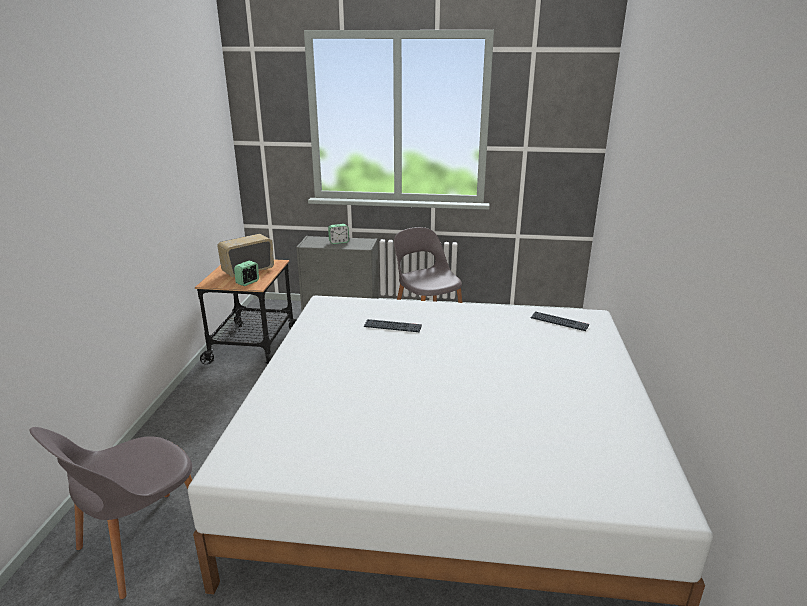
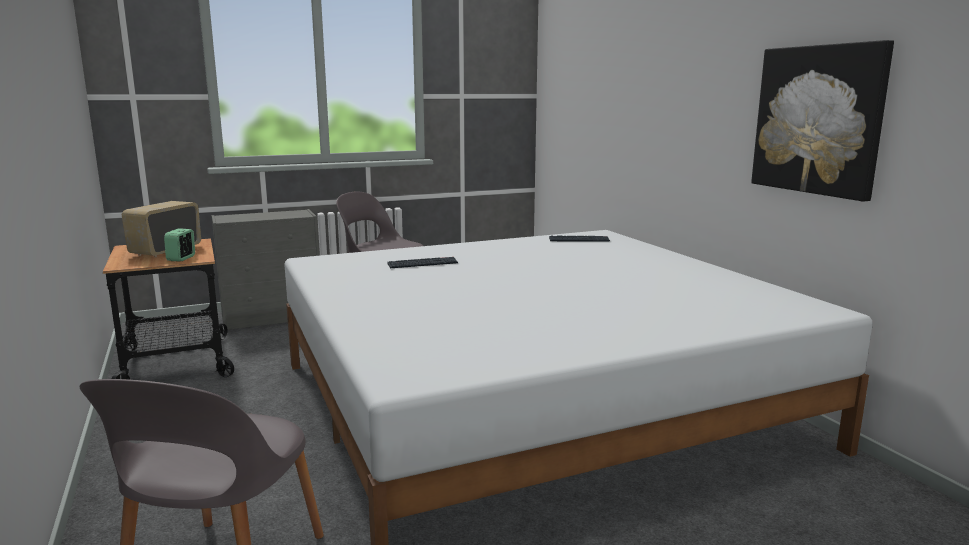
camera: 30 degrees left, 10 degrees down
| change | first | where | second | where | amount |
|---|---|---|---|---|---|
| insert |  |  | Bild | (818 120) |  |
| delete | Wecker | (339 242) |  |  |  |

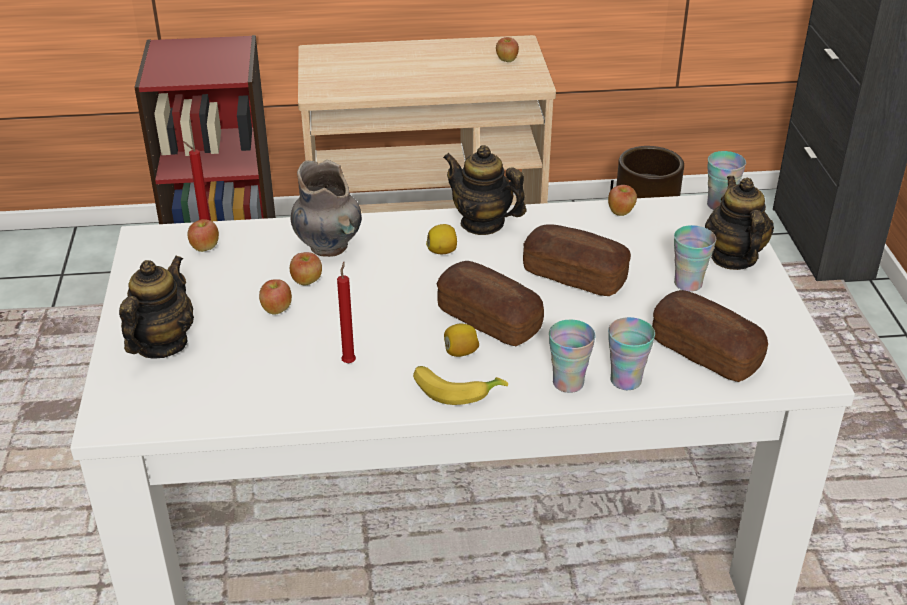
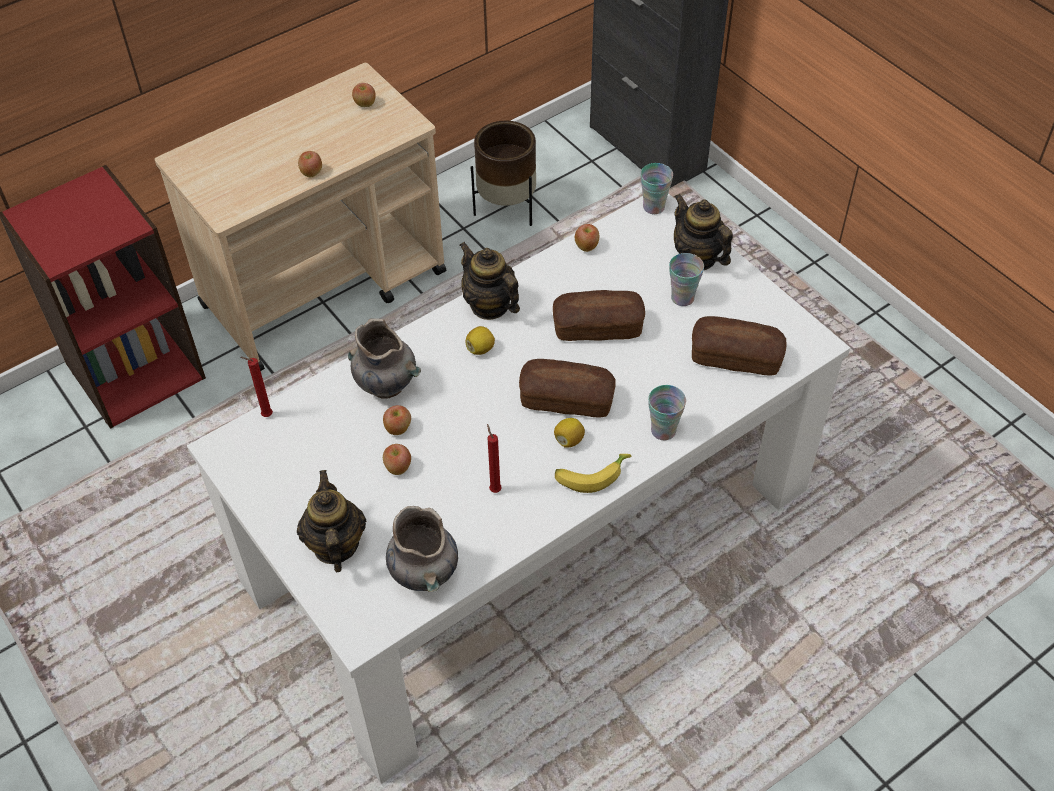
camera: 30 degrees left, 15 degrees up
| change | first | where | second | where | amount |
|---|---|---|---|---|---|
| move | Apfel | (205 248) |  | (311 173) |  |
| insert |  |  | Vase (grau) | (425 576) |  |
| rotate | Teekanne | (482 223) |  | (490 305) | 45 degrees clockwise |
| delete | Tasse | (626 380) |  |  |  |

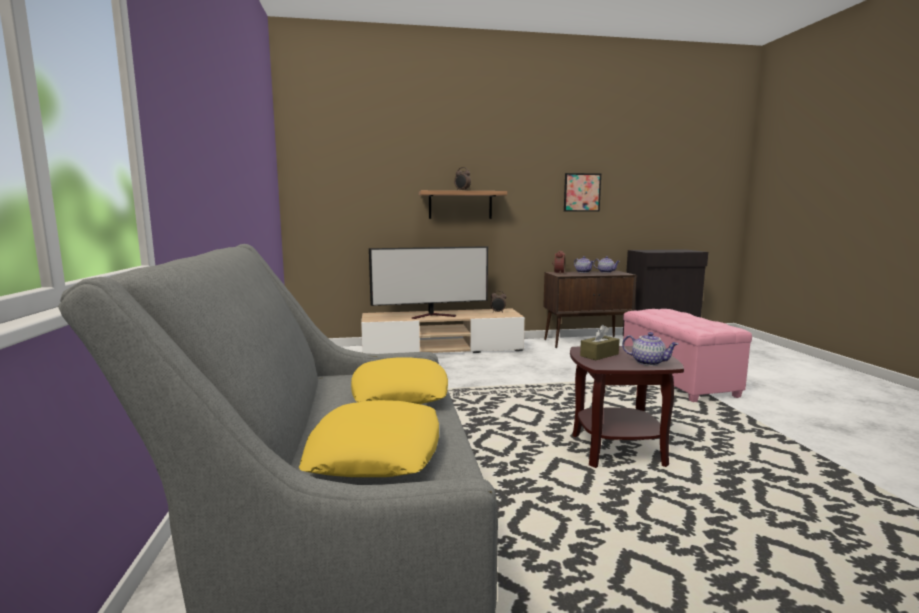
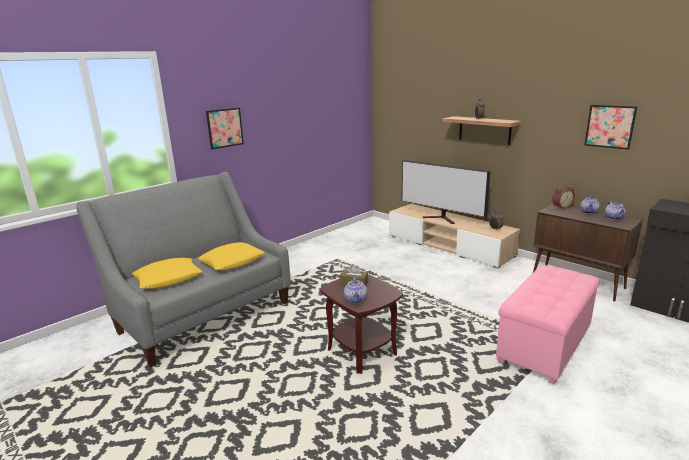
camera: 55 degrees right, 10 degrees up
| change | first | where | second | where | amount |
|---|---|---|---|---|---|
| insert |  |  | Bild | (225 128) |  |

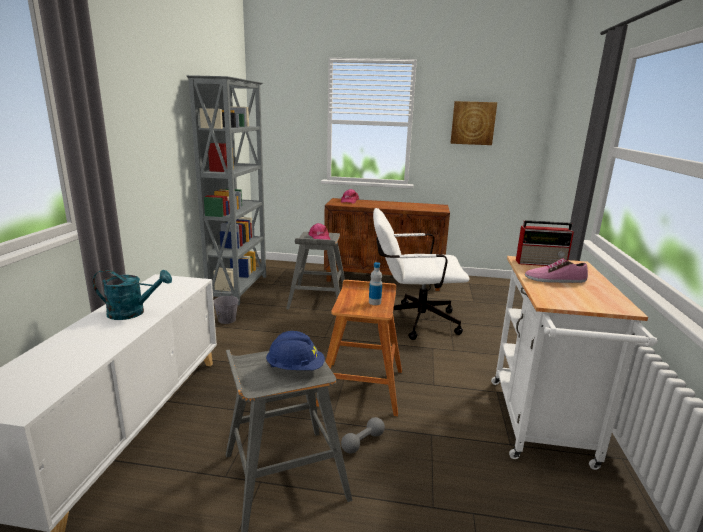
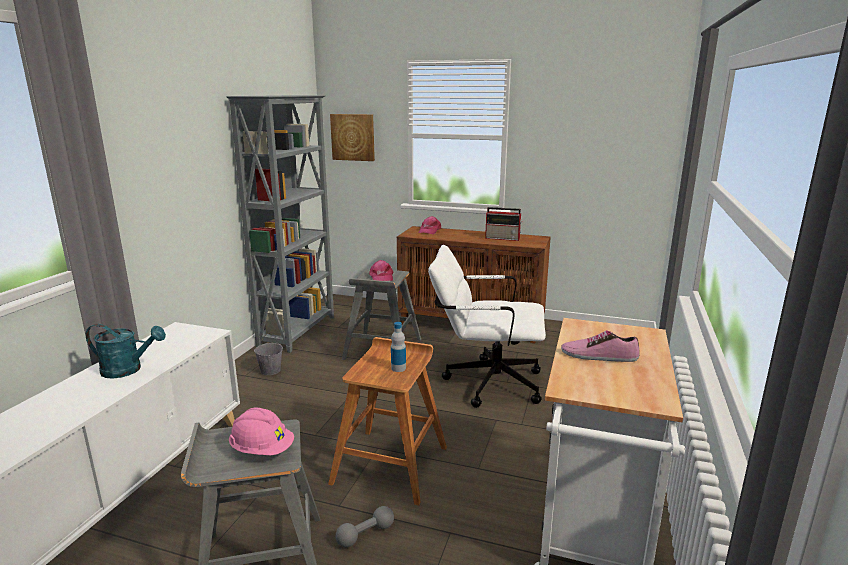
camera: 10 degrees right, 0 degrees up
| change | first | where | second | where | amount |
|---|---|---|---|---|---|
| recolor | Schutzhelm (blau) | (295 368) | Schutzhelm (rosa) | (262 450) |  |
| move | Bild | (473 123) |  | (353 137) |  |
| move | Radio | (541 263) |  | (503 238) |  |

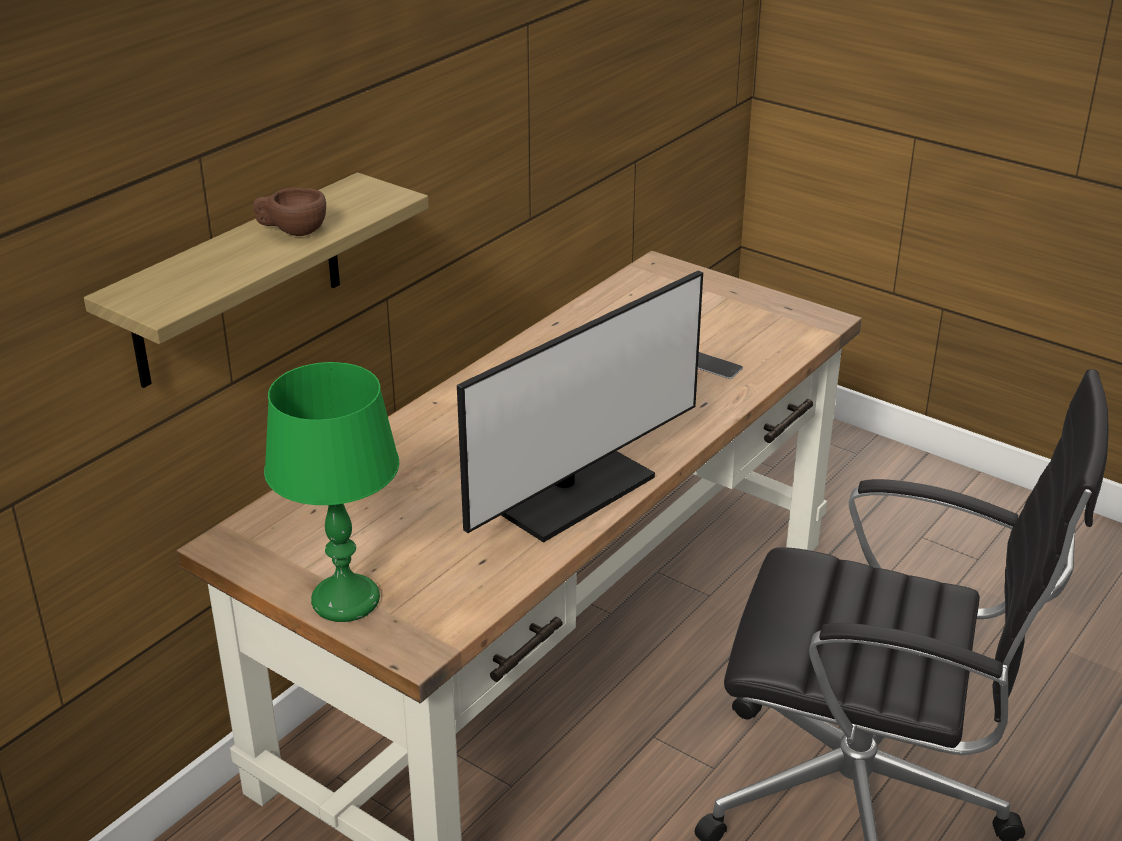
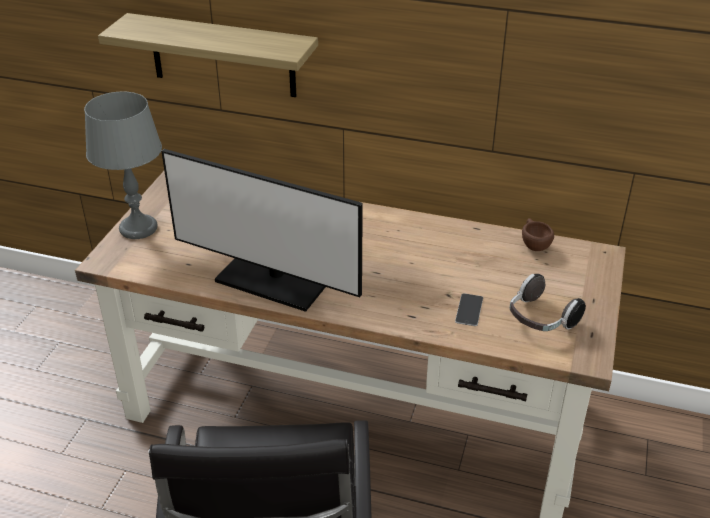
camera: 70 degrees right, 5 degrees up
| change | first | where | second | where | amount |
|---|---|---|---|---|---|
| recolor | Tischlampe (grün) | (345 600) | Tischlampe (grau) | (138 228) |  |
| insert |  |  | Kopfhörer | (540 319) |  |
| move | Tasse (braun) | (292 231) |  | (533 244) |  |

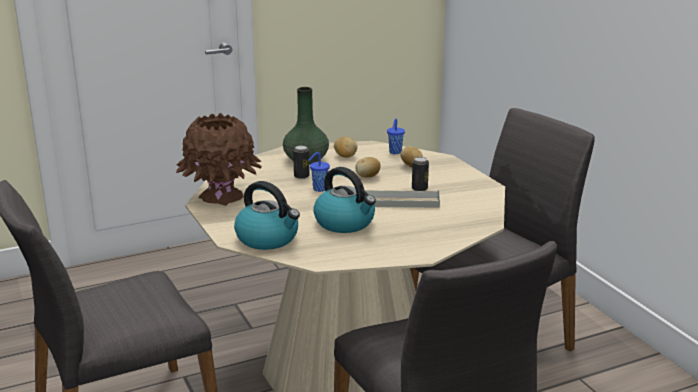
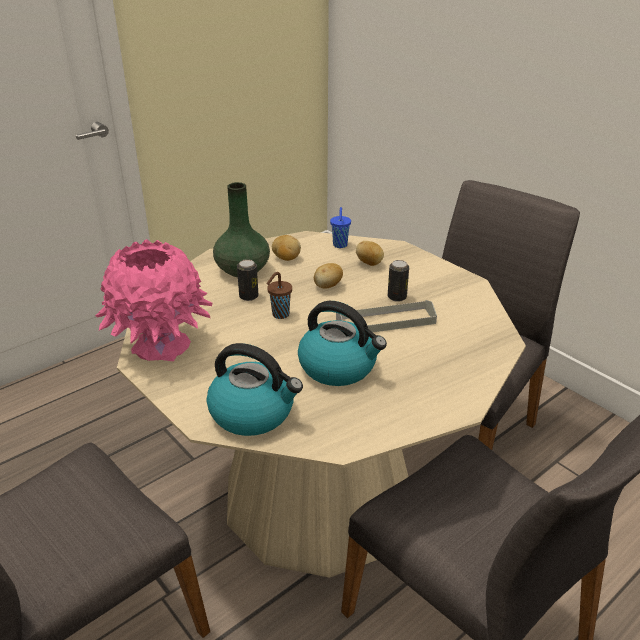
camera: 15 degrees left, 10 degrees up
| change | first | where | second | where | amount |
|---|---|---|---|---|---|
| recolor | Vase (braun) | (221 197) | Vase (rosa) | (161 346) |  |
| recolor | Tasse (blau) | (319 189) | Tasse (braun) | (279 315) |  |

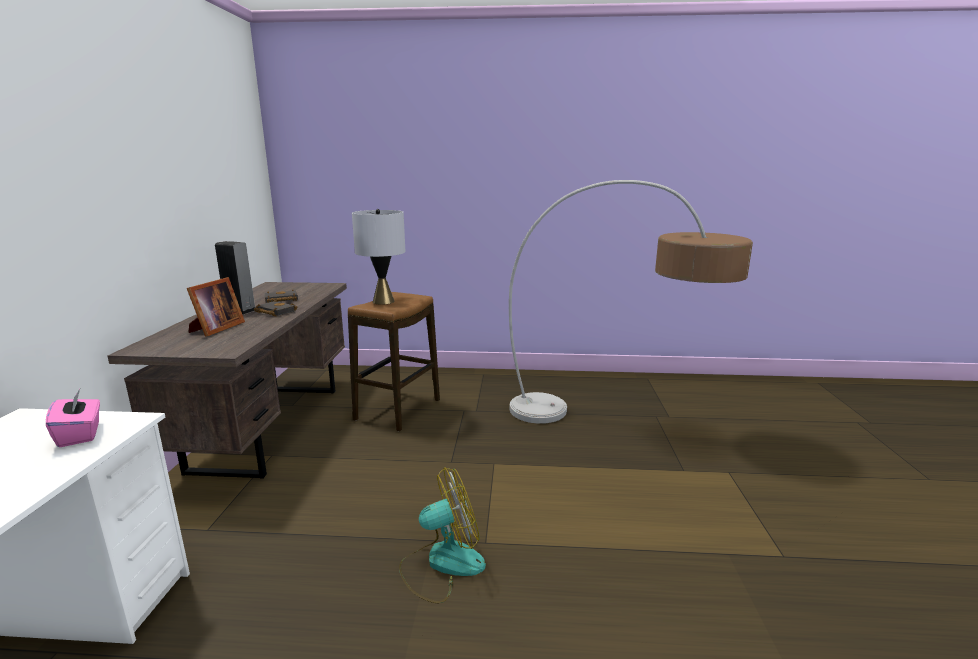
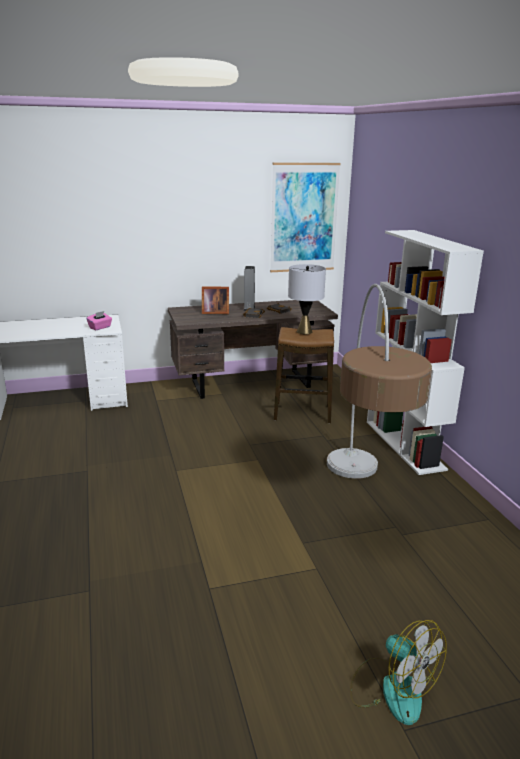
camera: 70 degrees right, 5 degrees up
| change | first | where | second | where | amount |
|---|---|---|---|---|---|
| insert |  |  | Bild | (304 218) |  |
| move | Ventilator | (442 564) |  | (392 688) |  |
| insert |  |  | Bücherregal (weiß) | (405 444) |  |

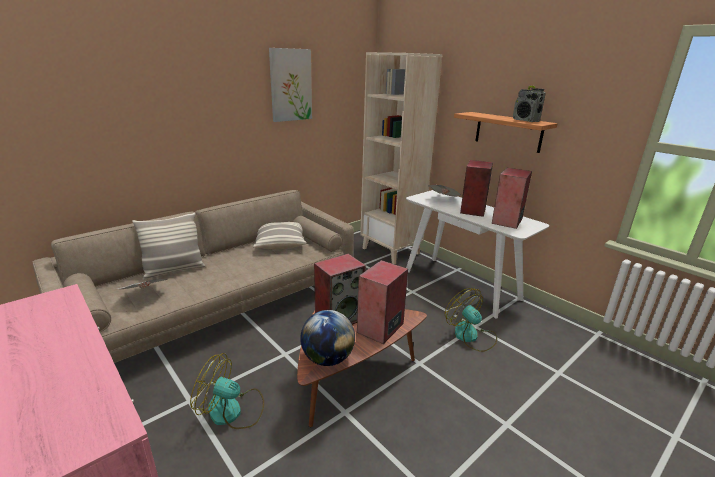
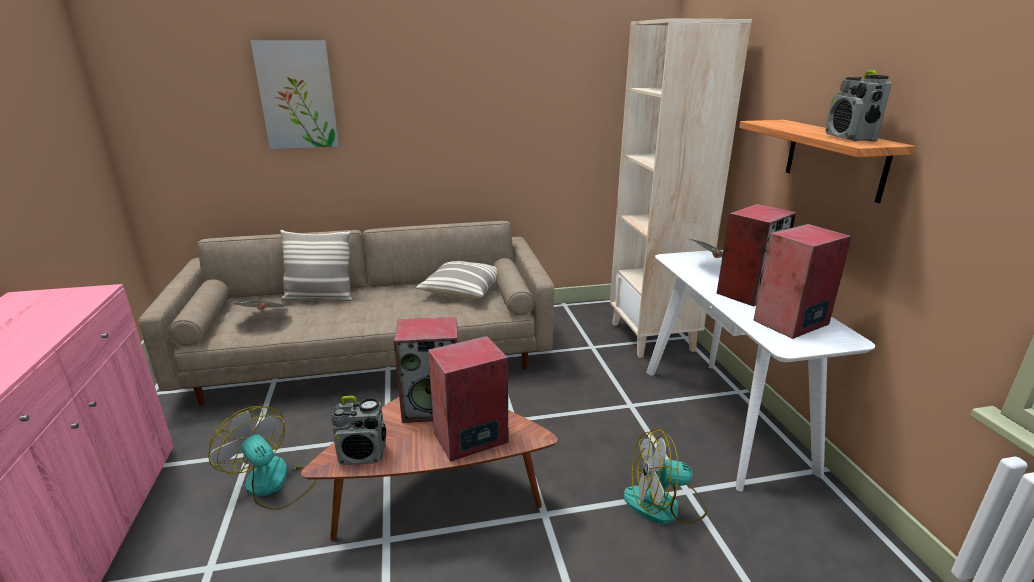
camera: 30 degrees right, 0 degrees up
| change | first | where | second | where | amount |
|---|---|---|---|---|---|
| move | Bild | (290 85) |  | (297 95) |  |
| replace | Globus | (327 359) | Radio | (363 455) |  |
| rotate | Ventilator | (471 336) |  | (664 505) | 90 degrees counterclockwise |

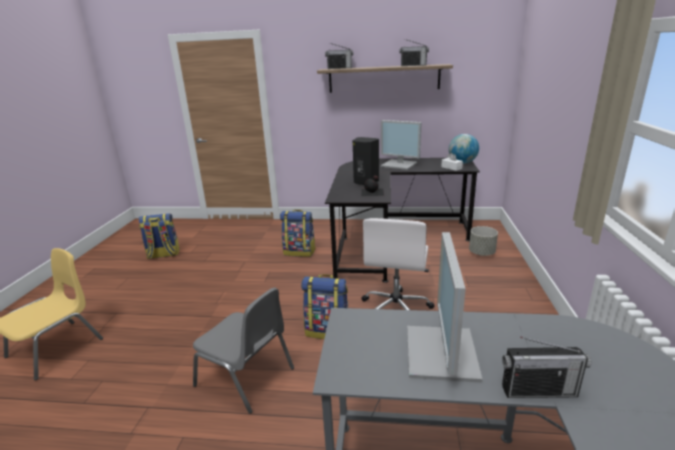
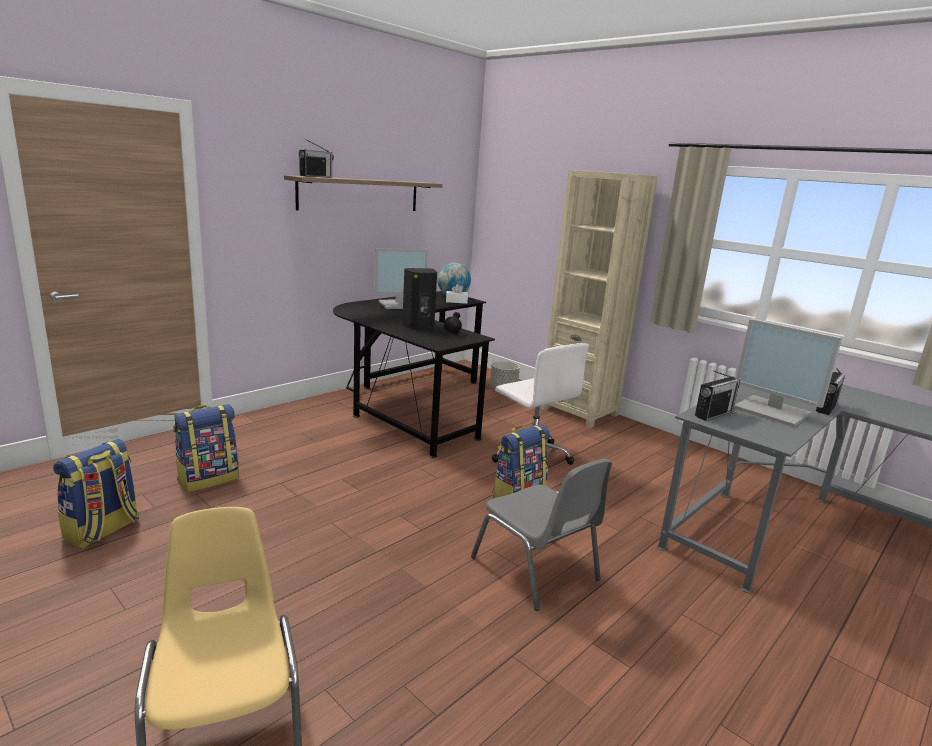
camera: 55 degrees left, 5 degrees down
| change | first | where | second | where | amount |
|---|---|---|---|---|---|
| move | Rucksack | (300 252) |  | (209 479) |  |
| rotate | Stuhl (grau) | (246 377) |  | (536 569) | 75 degrees clockwise |
| insert |  |  | Bücherregal (beige) | (579 411) |  |
| move | Radio | (413 65) |  | (713 414) |  |

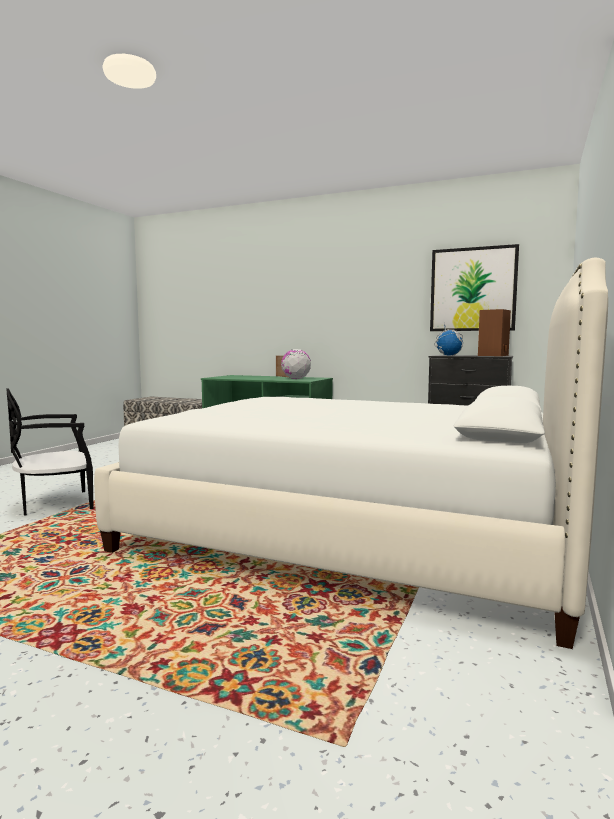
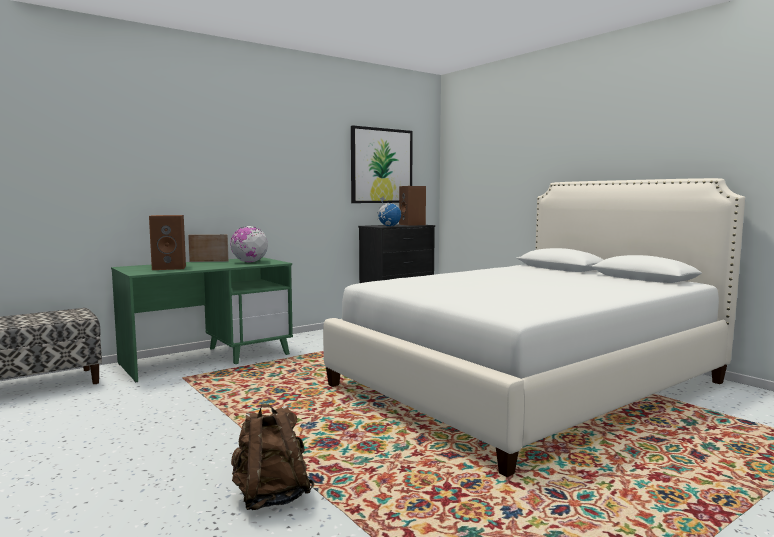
camera: 60 degrees left, 0 degrees up
| change | first | where | second | where | amount |
|---|---|---|---|---|---|
| insert |  |  | Lautsprecher (braun) | (170 268) |  |
| replace | Stuhl (schwarz) | (55 504) | Rucksack (braun) | (271 497) |  |

